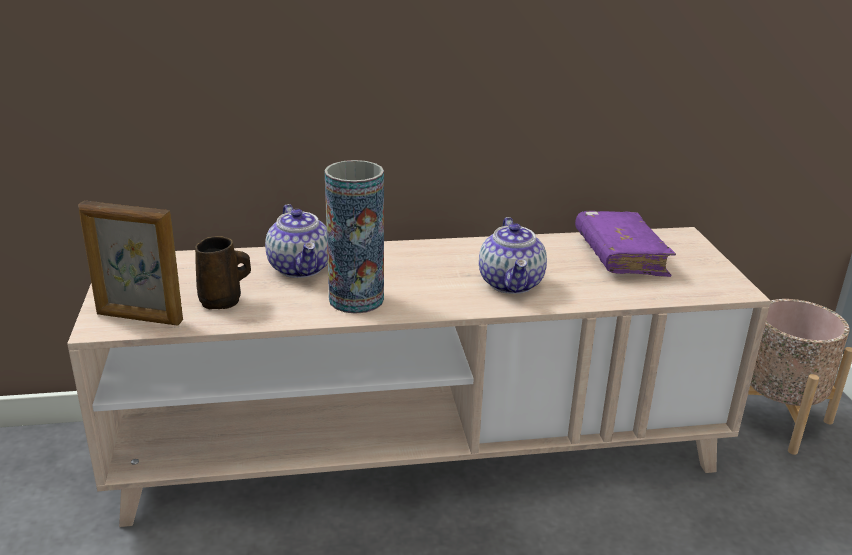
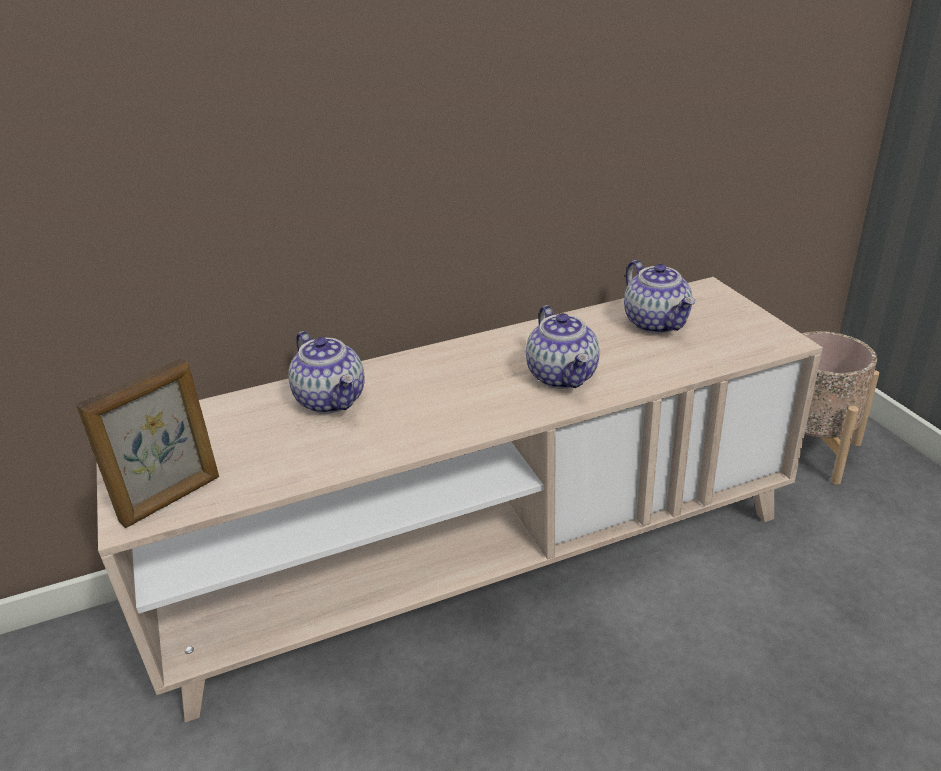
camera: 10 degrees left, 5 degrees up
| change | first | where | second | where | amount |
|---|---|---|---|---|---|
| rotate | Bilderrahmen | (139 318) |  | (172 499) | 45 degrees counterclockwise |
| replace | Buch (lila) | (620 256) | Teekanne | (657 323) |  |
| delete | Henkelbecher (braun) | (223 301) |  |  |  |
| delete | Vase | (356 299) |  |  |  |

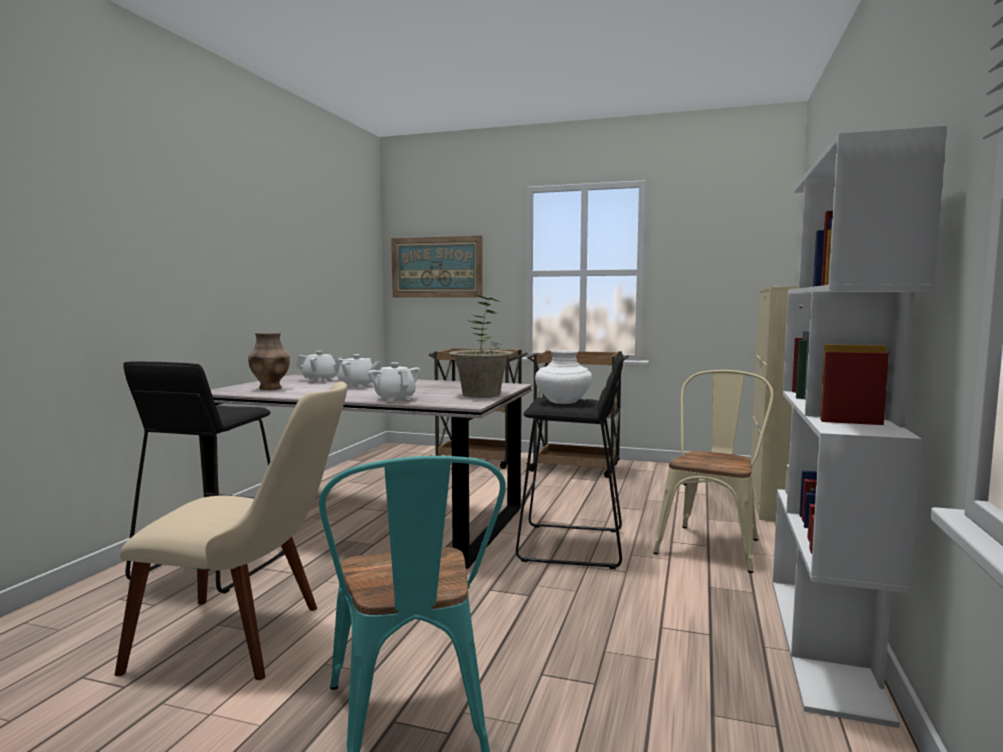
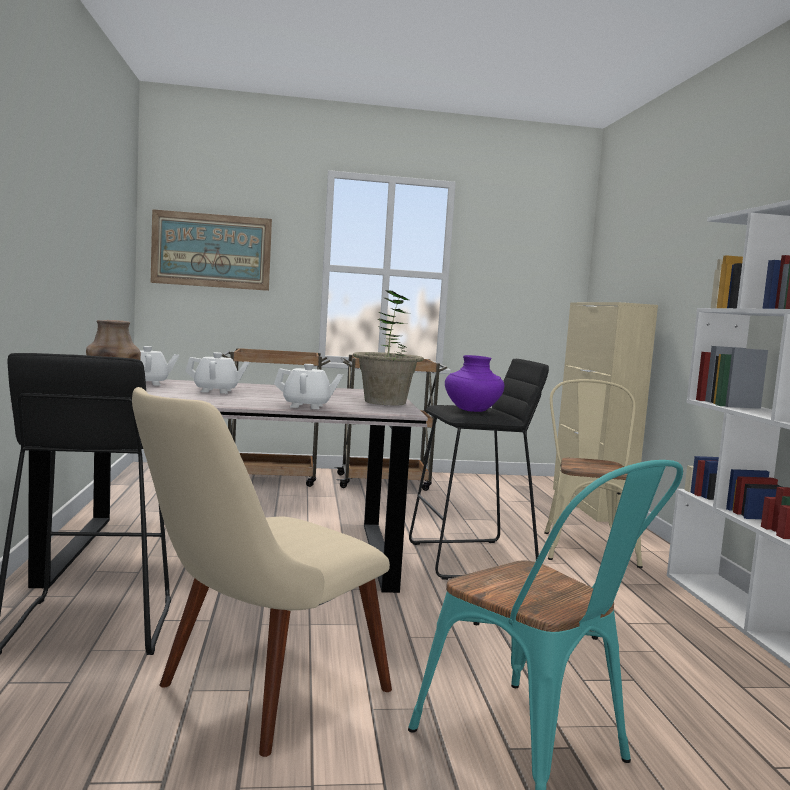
camera: 25 degrees left, 0 degrees up
| change | first | where | second | where | amount |
|---|---|---|---|---|---|
| rotate | Stuhl (beige) | (251 637) |  | (252 697) | 150 degrees clockwise |
| rotate | Teekanne (weiß) | (395 399) |  | (307 406) | 150 degrees clockwise |
| recolor | Vase (weiß) | (563 402) | Vase (lila) | (472 410) |  |

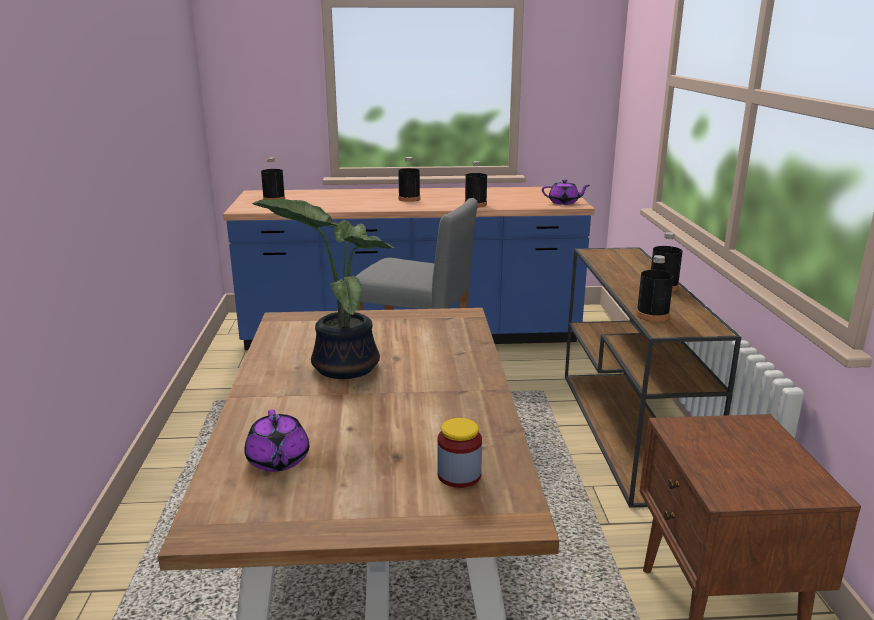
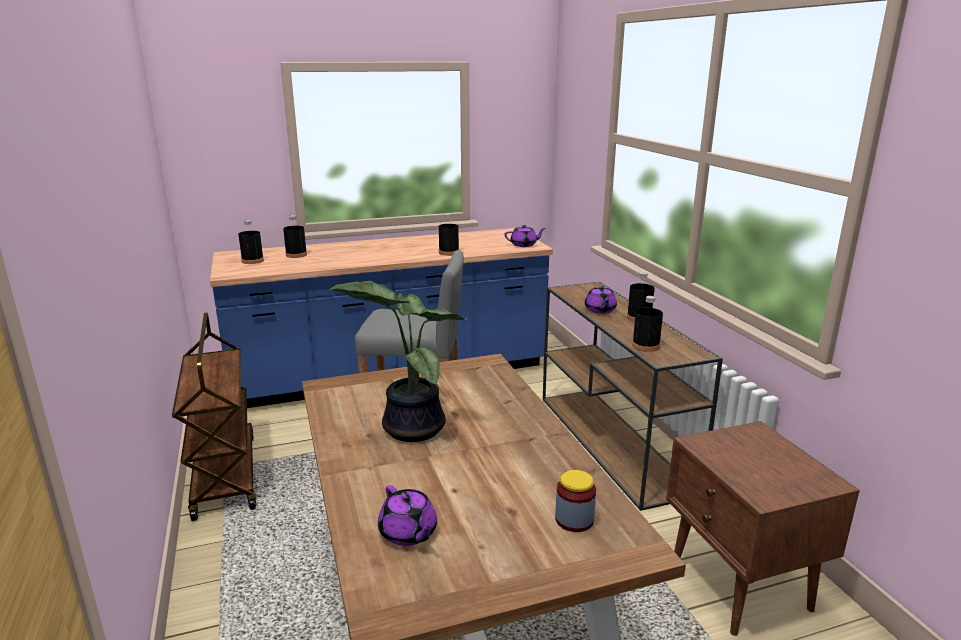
camera: 15 degrees left, 0 degrees up
| change | first | where | second | where | amount |
|---|---|---|---|---|---|
| insert |  |  | Rollwagen (braun) | (224 475) |  |
| move | Flasche (schwarz) | (409 199) |  | (296 255) |  |
| insert |  |  | Teekanne (lila) | (600 310) |  |

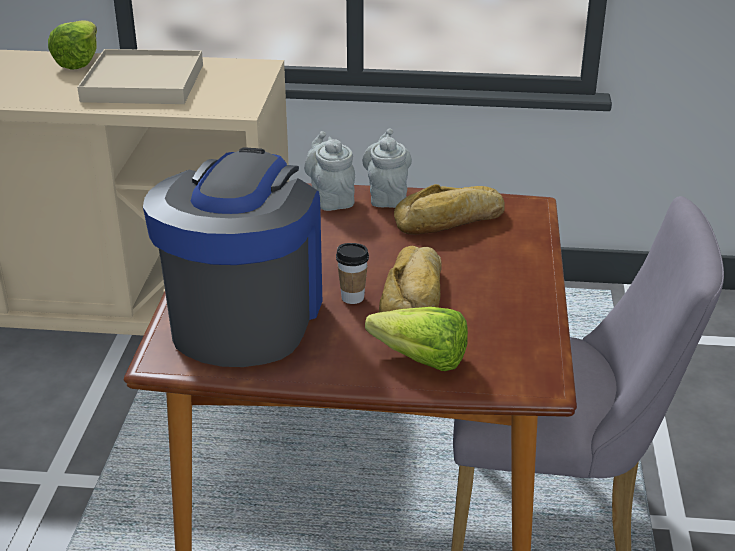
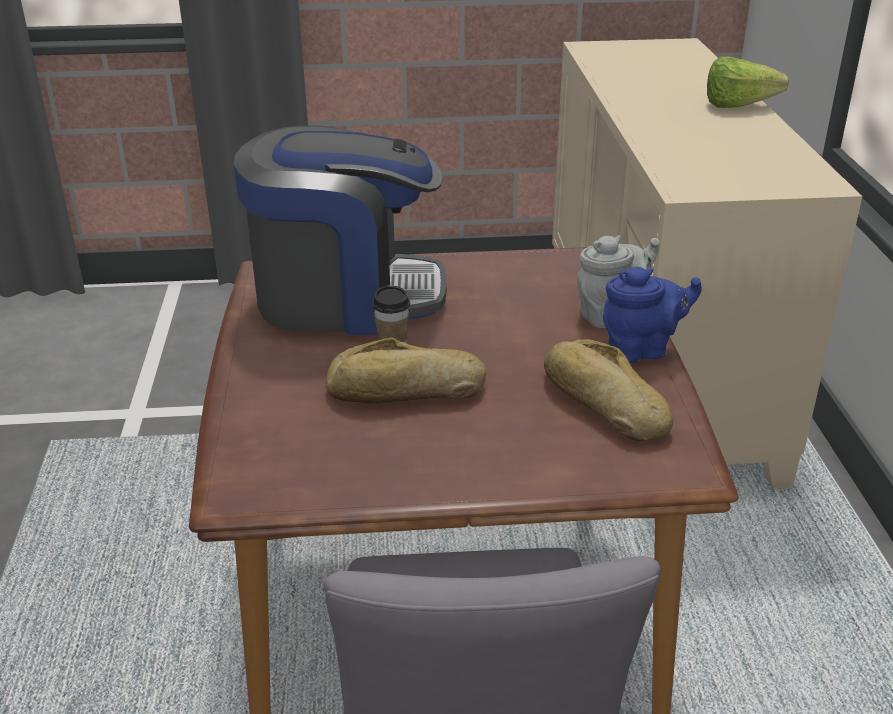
camera: 80 degrees right, 0 degrees up
| change | first | where | second | where | amount |
|---|---|---|---|---|---|
| recolor | Teekanne (grau) | (387 196) | Teekanne (blau) | (642 350) |  |
| delete | Tablett (beige) | (143 83) |  |  |  |
| delete | Salatkopf | (414 357) |  |  |  |

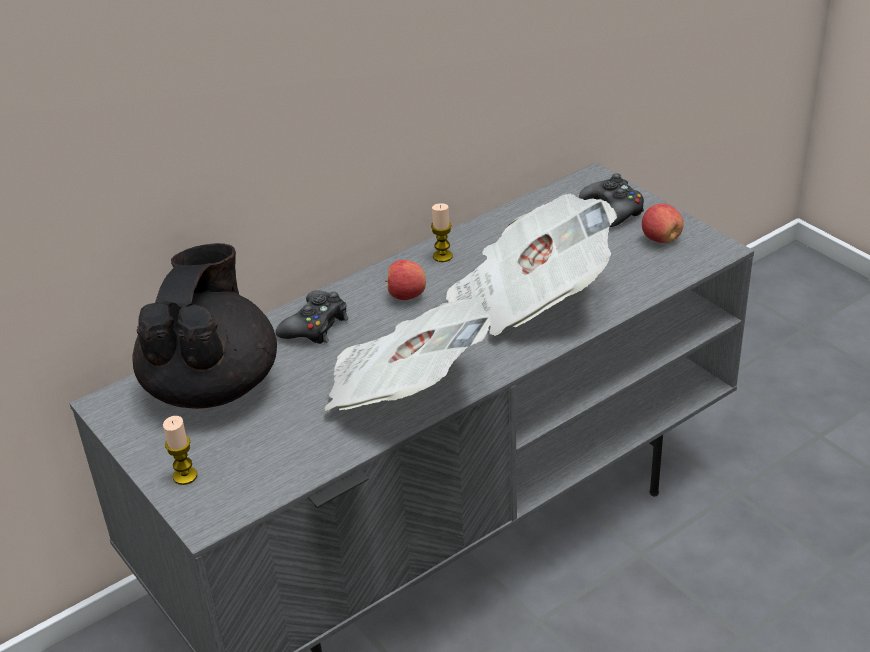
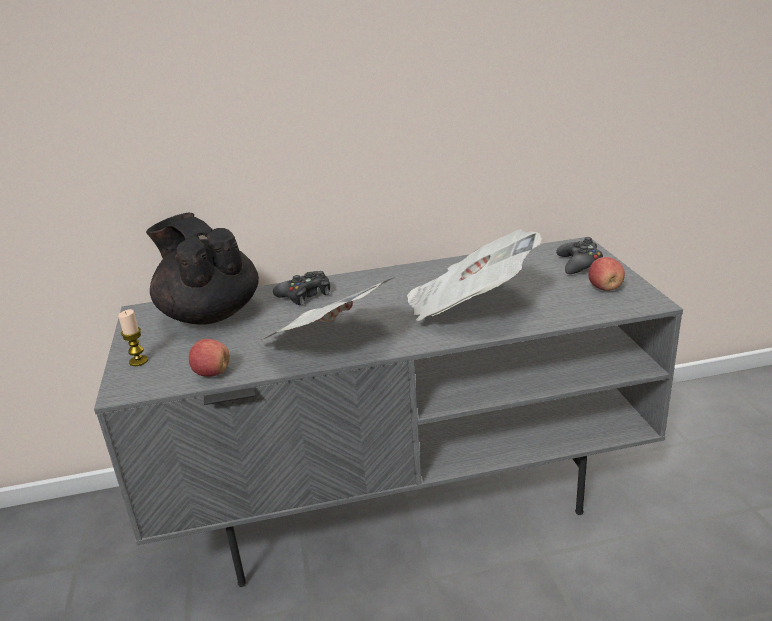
camera: 25 degrees right, 10 degrees down
| change | first | where | second | where | amount |
|---|---|---|---|---|---|
| rotate | Teekanne (schwarz) | (213 385) |  | (210 314) | 75 degrees counterclockwise |
| move | Apfel | (406 295) |  | (212 373) |  |
| delete | Kerze | (442 256) |  |  |  |

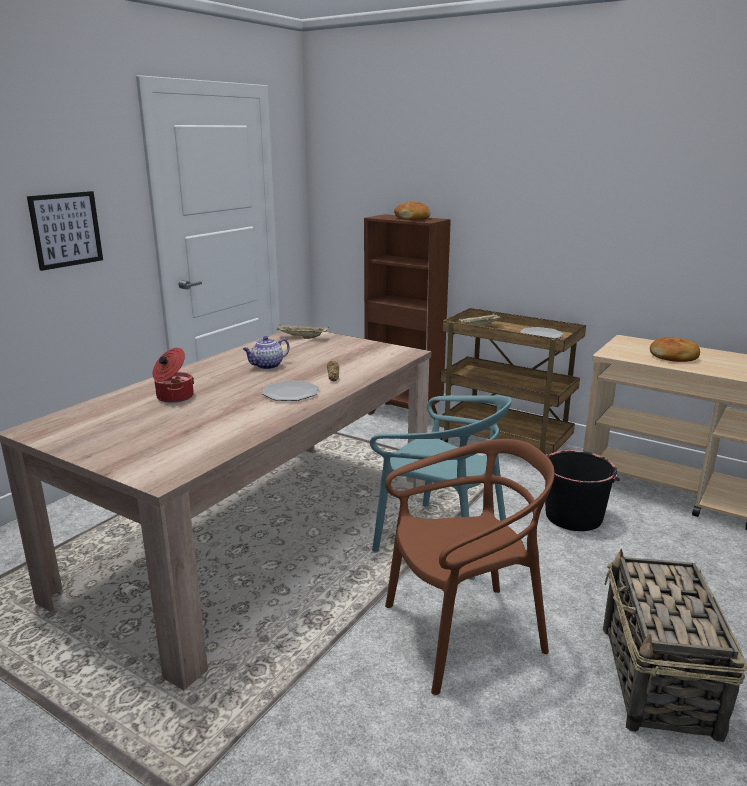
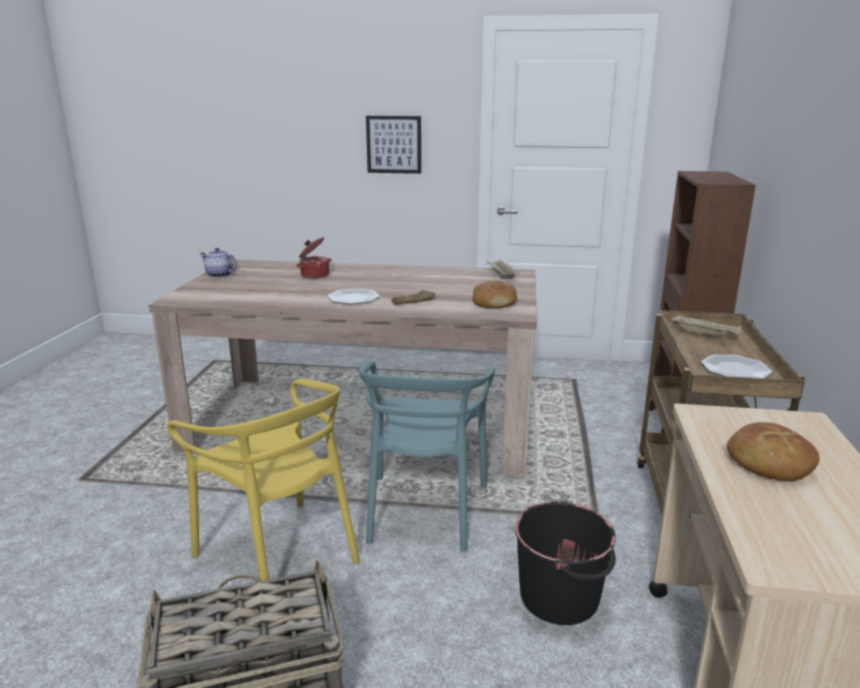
camera: 65 degrees right, 0 degrees up
| change | first | where | second | where | amount |
|---|---|---|---|---|---|
| recolor | Stuhl (braun) | (463 633) | Stuhl (gelb) | (279 554) |  |
| move | Teekanne | (267 366) |  | (219 275) |  |
| move | Brot | (412 218) |  | (494 303) |  |

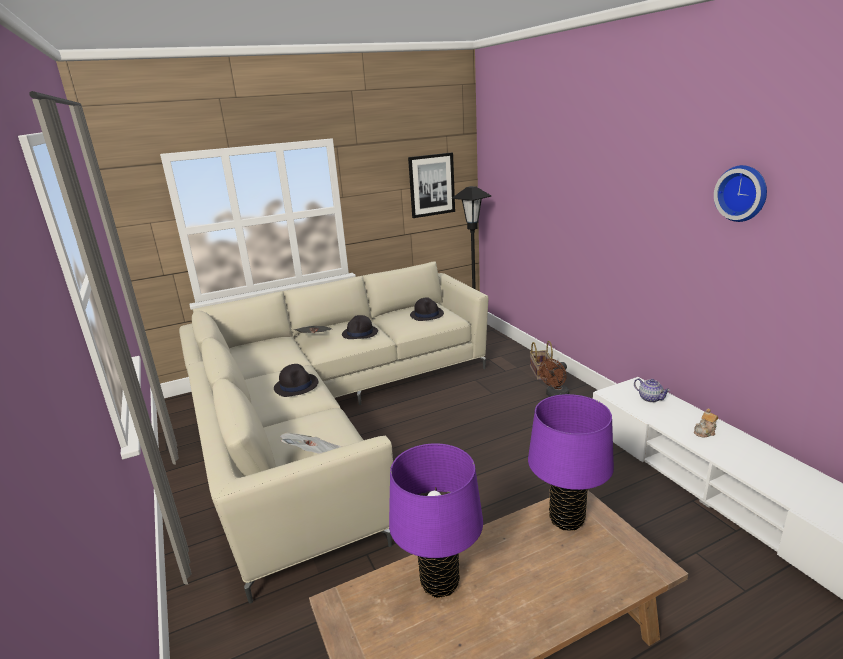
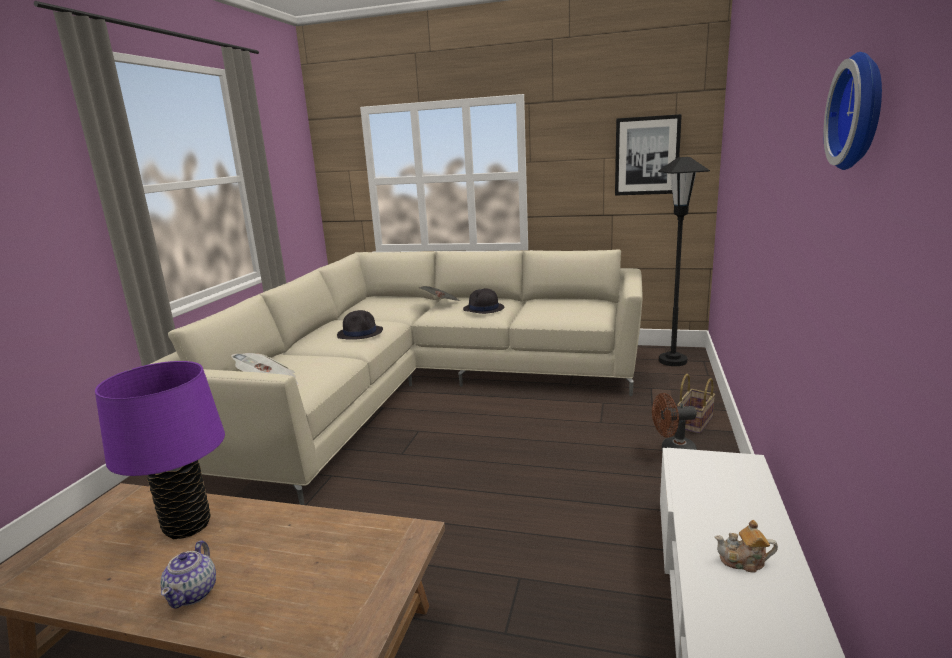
camera: 40 degrees right, 5 degrees down
| change | first | where | second | where | amount |
|---|---|---|---|---|---|
| move | Teekanne | (650 398) |  | (193 593) |  |
| delete | Hut (schwarz) | (427 314) |  |  |  |
| delete | Tischlampe (lila) | (566 519) |  |  |  |

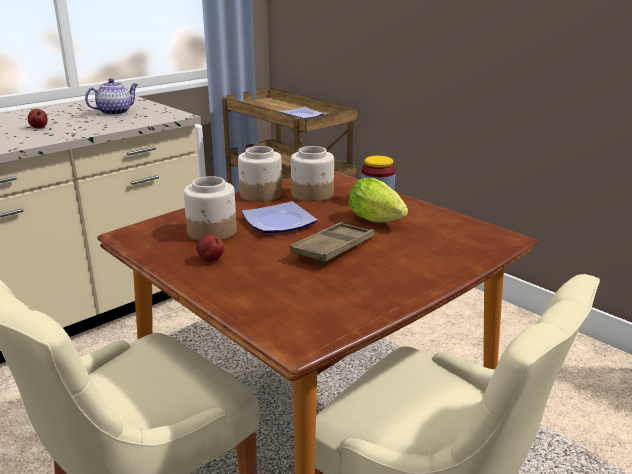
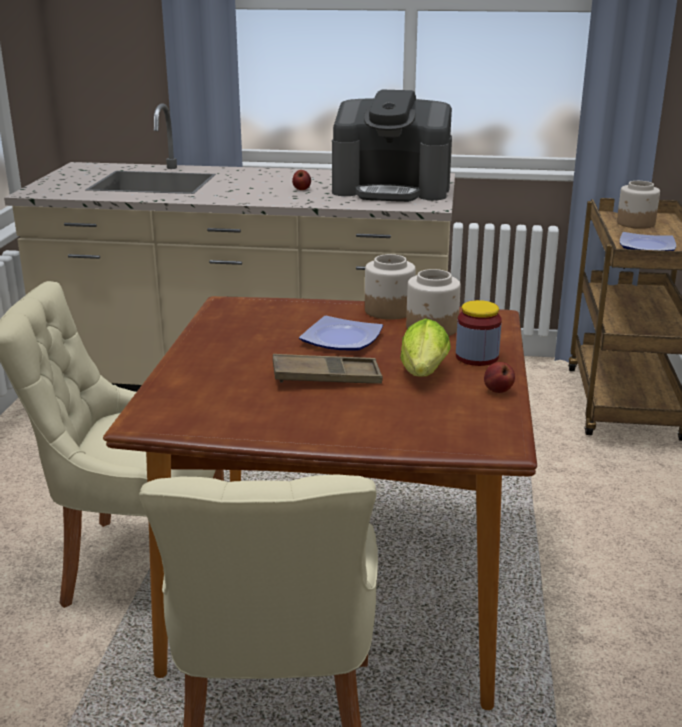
camera: 50 degrees right, 0 degrees up
| change | first | where | second | where | amount |
|---|---|---|---|---|---|
| replace | Teekanne | (115 112) | Kaffeemaschine | (392 189) |  |
| move | Apfel | (210 260) |  | (497 391) |  |
| move | Vorratsglas | (212 232) |  | (635 223) |  |

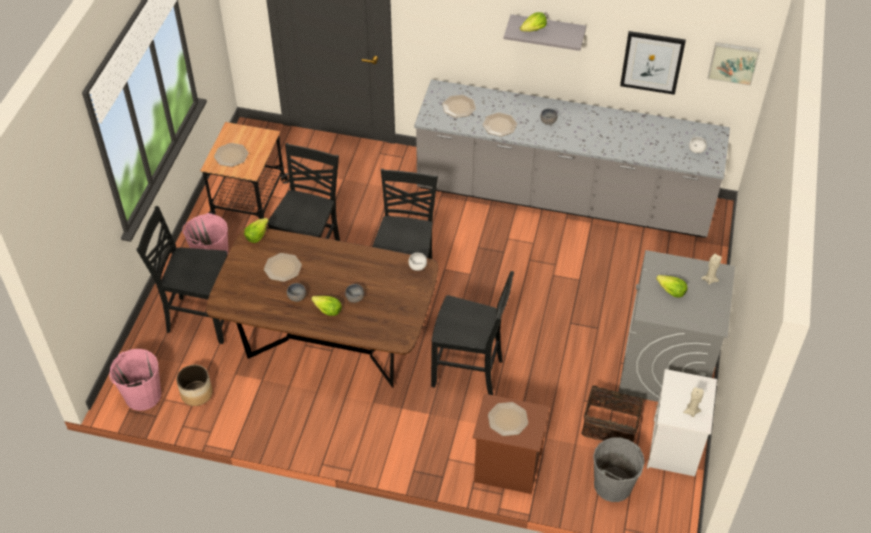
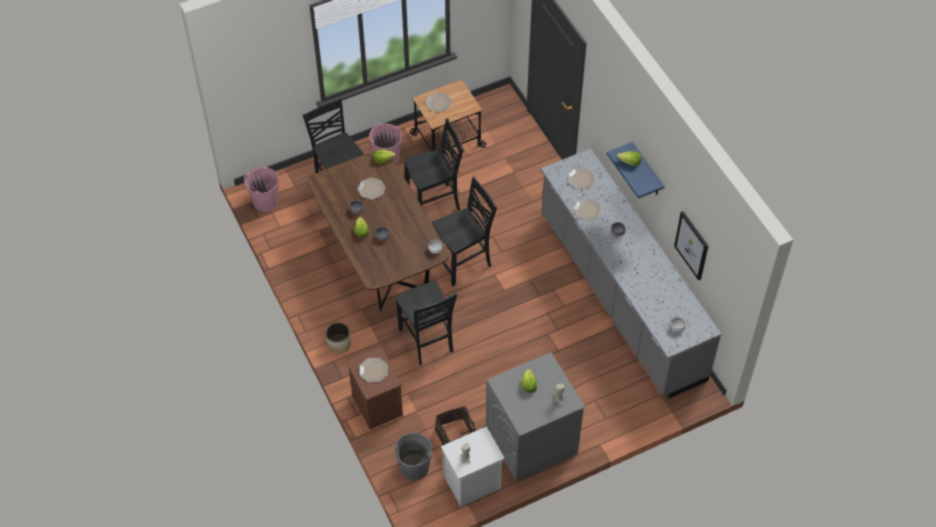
camera: 50 degrees right, 5 degrees up
| change | first | where | second | where | amount |
|---|---|---|---|---|---|
| move | Pflanzkübel | (196 394) |  | (338 344) |  |
| recolor | Wandregal (grau) | (547 31) | Wandregal (blau) | (647 171) |  |
| delete | Bild | (733 62) |  |  |  |

